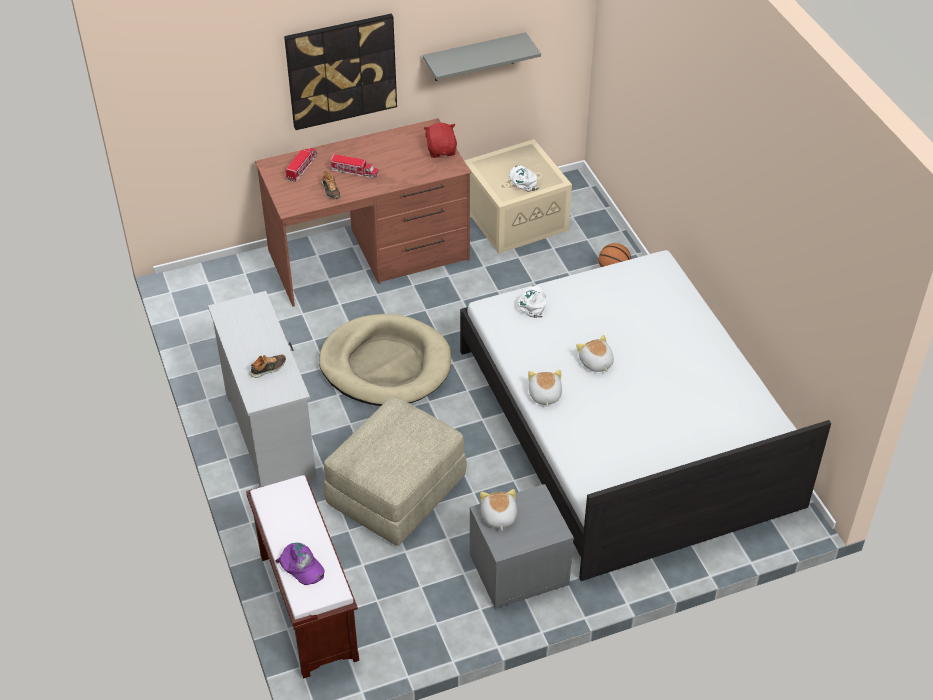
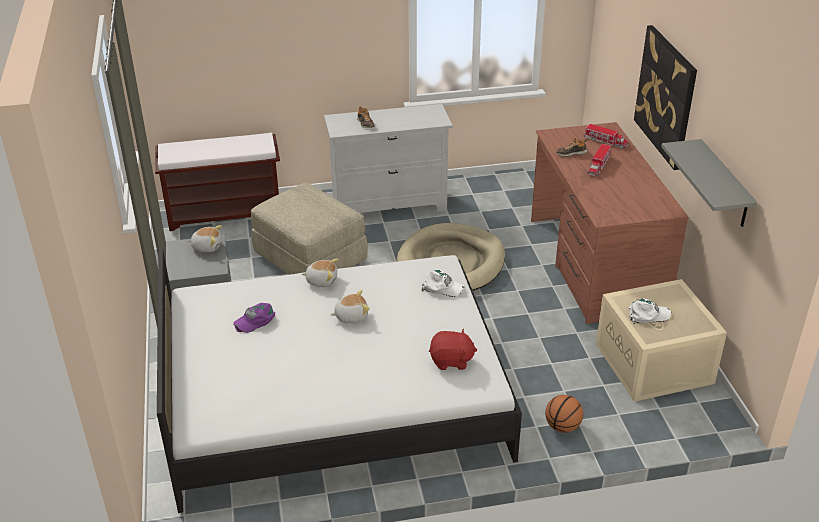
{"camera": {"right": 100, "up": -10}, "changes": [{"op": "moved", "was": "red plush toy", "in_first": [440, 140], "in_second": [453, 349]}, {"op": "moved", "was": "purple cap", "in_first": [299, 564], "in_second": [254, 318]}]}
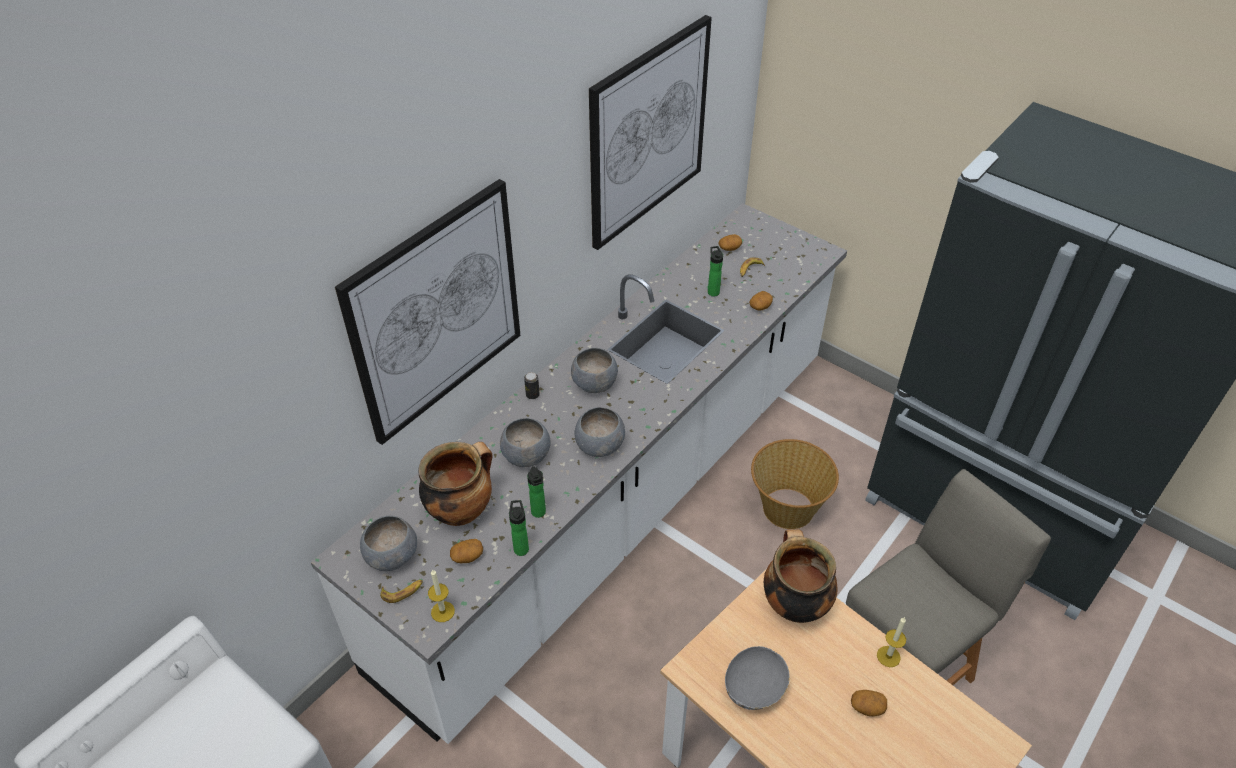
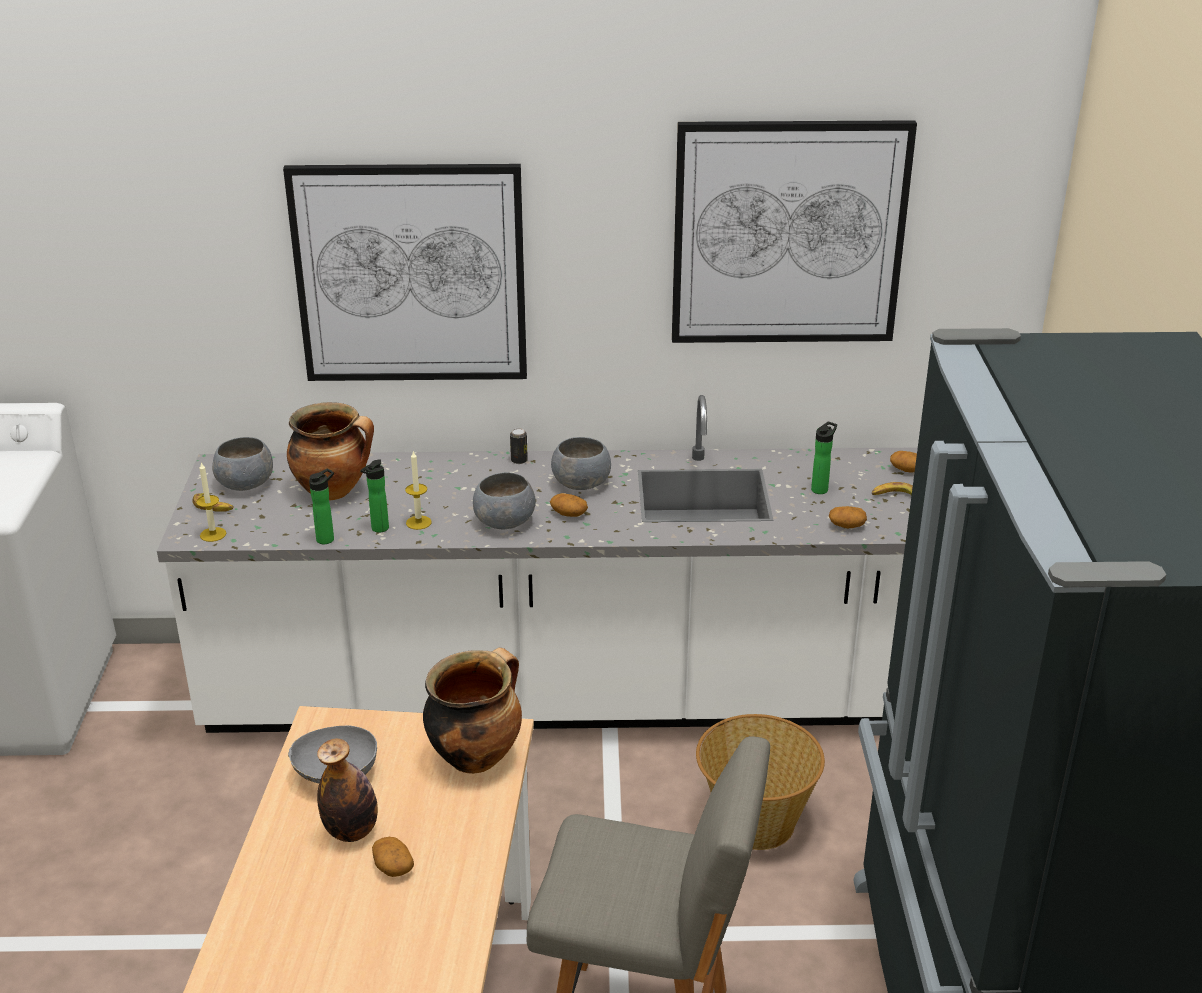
{"camera": {"right": 50, "up": -15}, "changes": [{"op": "removed", "was": "grey bowl", "in_first": [525, 442]}, {"op": "moved", "was": "potato", "in_first": [466, 551], "in_second": [569, 505]}, {"op": "moved", "was": "candle", "in_first": [891, 642], "in_second": [418, 490]}, {"op": "added", "now": "bottle", "in_second": [347, 790]}]}
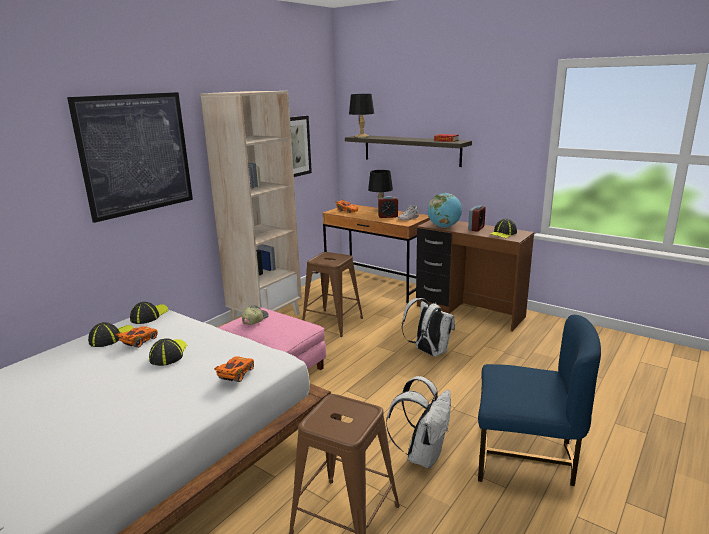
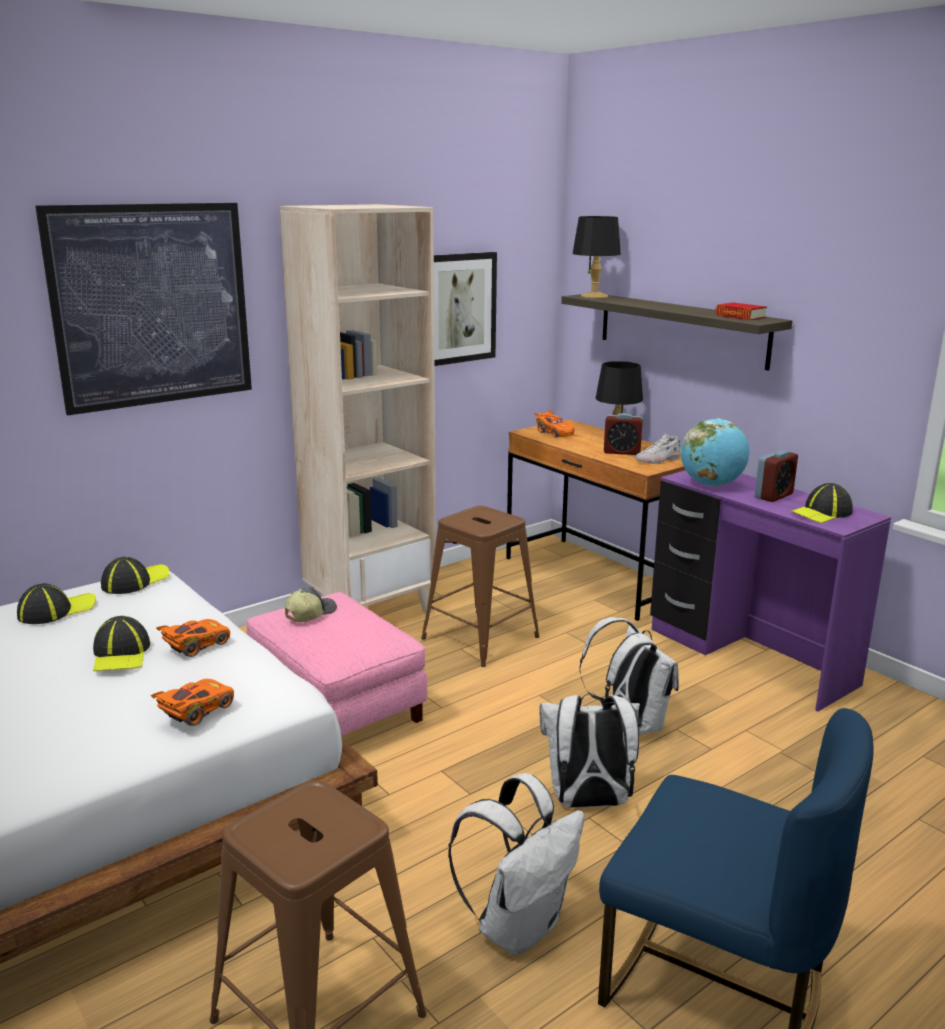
{"camera": {"right": 15, "up": 0}, "changes": [{"op": "recoloured", "was": "brown desk", "now": "purple desk", "in_first": [475, 276], "in_second": [770, 591]}, {"op": "moved", "was": "orange toy car", "in_first": [136, 337], "in_second": [193, 638]}, {"op": "turned", "was": "cap", "in_first": [168, 352], "in_second": [121, 643], "clockwise": 150}, {"op": "added", "now": "white backpack", "in_second": [589, 750]}]}
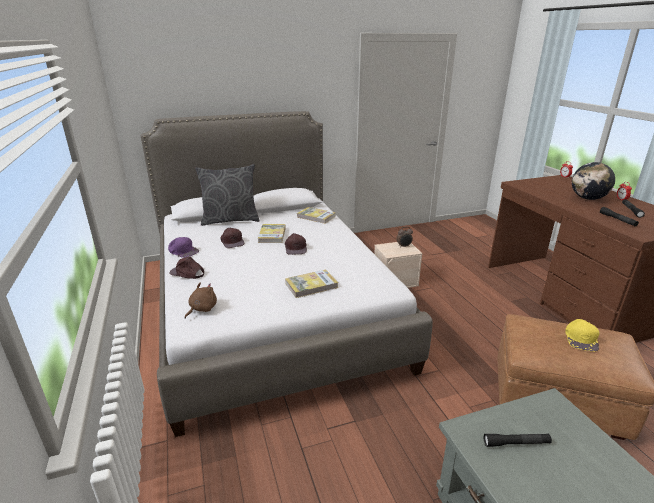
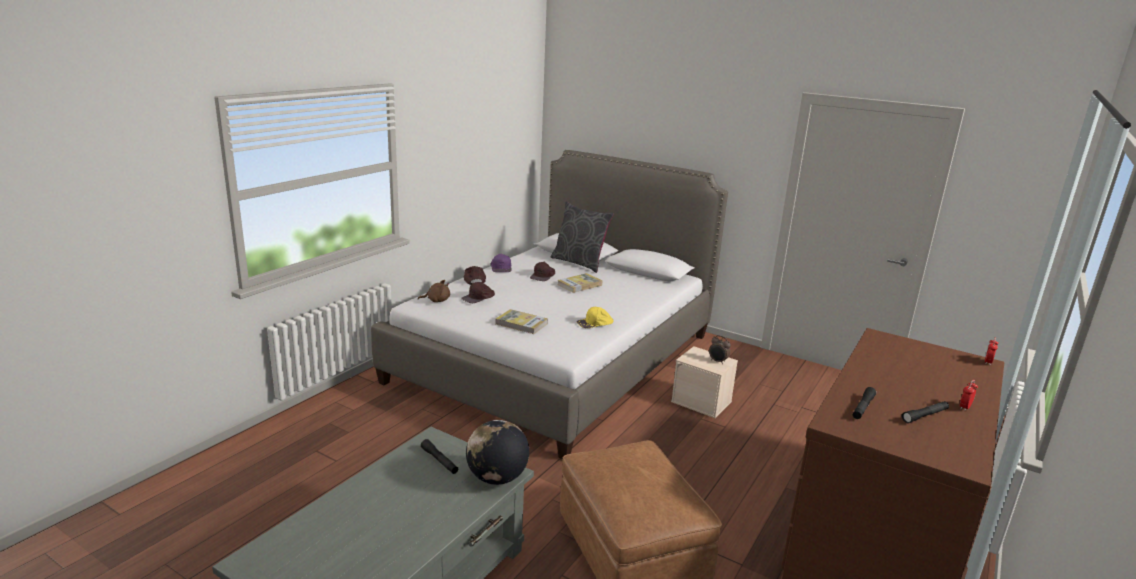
{"camera": {"right": 50, "up": -5}, "changes": [{"op": "moved", "was": "globe", "in_first": [593, 181], "in_second": [497, 452]}, {"op": "removed", "was": "book", "in_first": [316, 215]}, {"op": "moved", "was": "brown cap", "in_first": [296, 244], "in_second": [478, 292]}, {"op": "moved", "was": "yellow cap", "in_first": [582, 335], "in_second": [595, 317]}]}
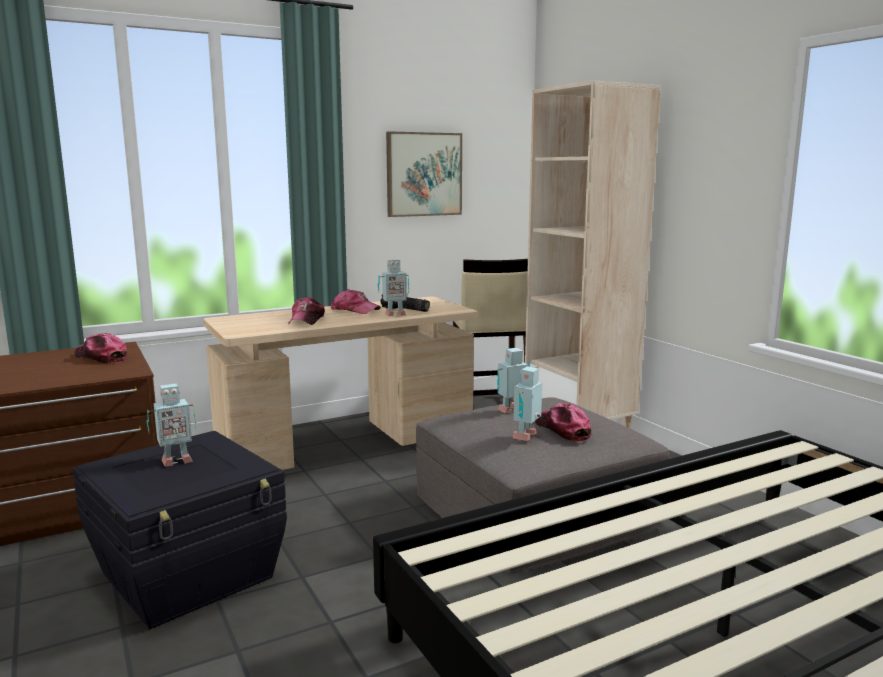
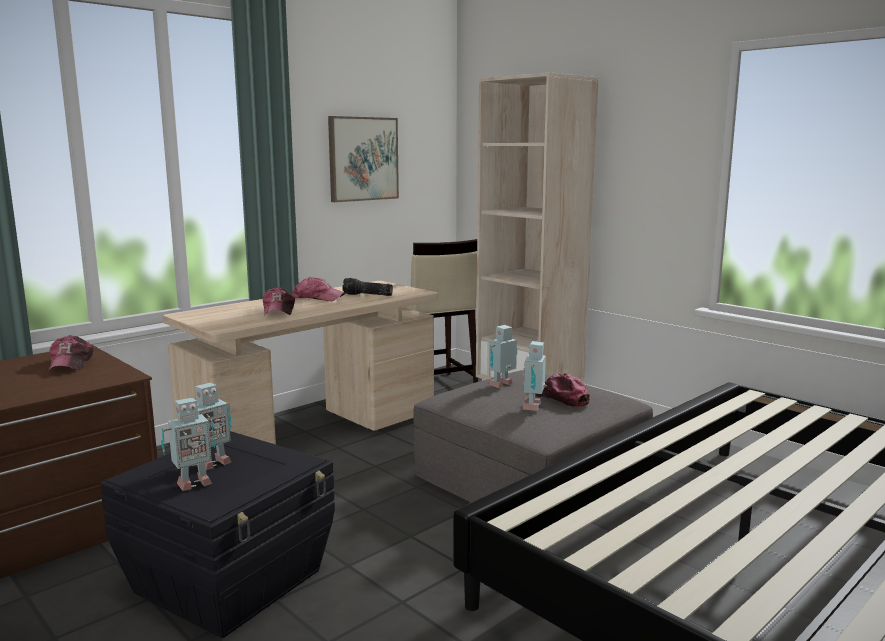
{"camera": {"right": -15, "up": 0}, "changes": [{"op": "moved", "was": "toy robot", "in_first": [393, 288], "in_second": [188, 444]}, {"op": "turned", "was": "cap", "in_first": [100, 348], "in_second": [70, 353], "clockwise": -120}]}
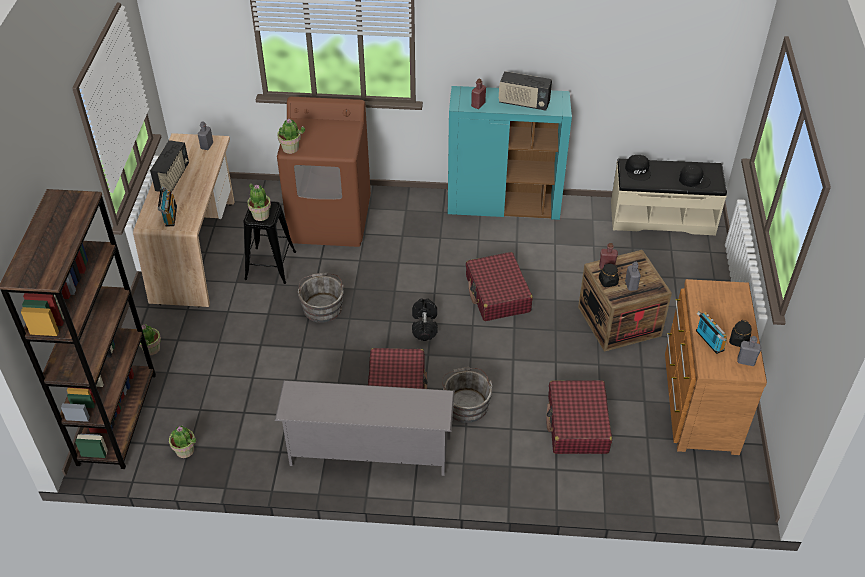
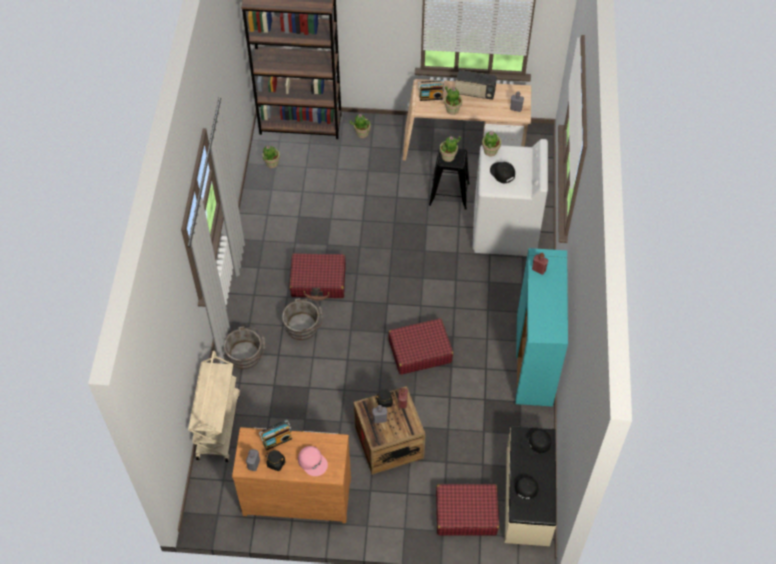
{"camera": {"right": 90, "up": 10}, "changes": [{"op": "removed", "was": "radio", "in_first": [525, 90]}, {"op": "recoloured", "was": "brown washing machine", "now": "white washing machine", "in_first": [324, 172], "in_second": [510, 197]}, {"op": "moved", "was": "grey bucket", "in_first": [321, 297], "in_second": [244, 348]}, {"op": "removed", "was": "black dumbbell", "in_first": [425, 319]}, {"op": "removed", "was": "grey shoe rack", "in_first": [365, 428]}, {"op": "moved", "was": "red suitcase", "in_first": [579, 417], "in_second": [467, 509]}, {"op": "added", "now": "potted plant", "in_second": [453, 100]}, {"op": "added", "now": "black cap", "in_second": [502, 172]}, {"op": "added", "now": "beige cart", "in_second": [214, 406]}, {"op": "added", "now": "pink cap", "in_second": [313, 461]}]}
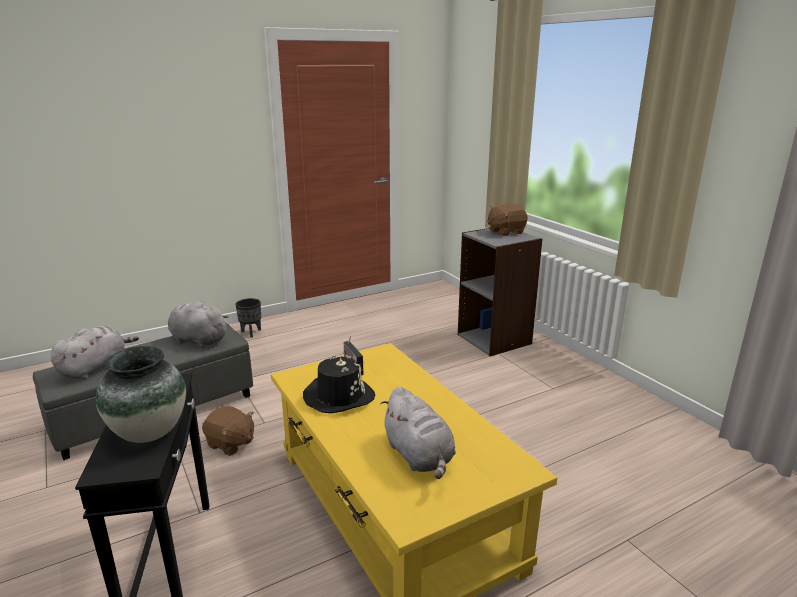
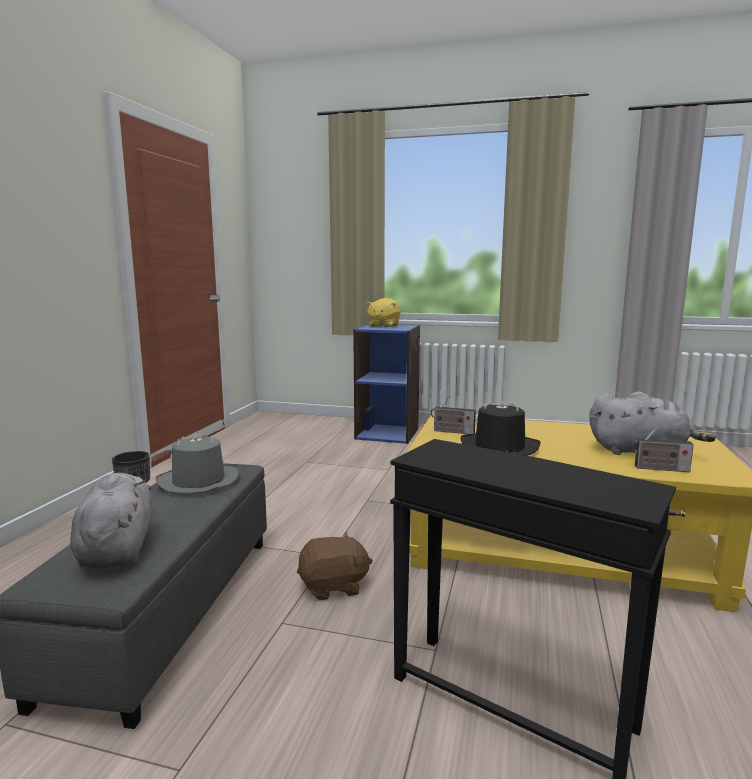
{"camera": {"right": -45, "up": -10}, "changes": [{"op": "recoloured", "was": "brown plush toy", "now": "yellow plush toy", "in_first": [508, 220], "in_second": [383, 312]}, {"op": "recoloured", "was": "grey bookcase", "now": "blue bookcase", "in_first": [500, 292], "in_second": [386, 384]}, {"op": "replaced", "was": "grey plush toy", "now": "grey hat", "in_first": [198, 324], "in_second": [198, 463]}, {"op": "removed", "was": "vase", "in_first": [141, 394]}, {"op": "added", "now": "radio", "in_second": [663, 448]}]}
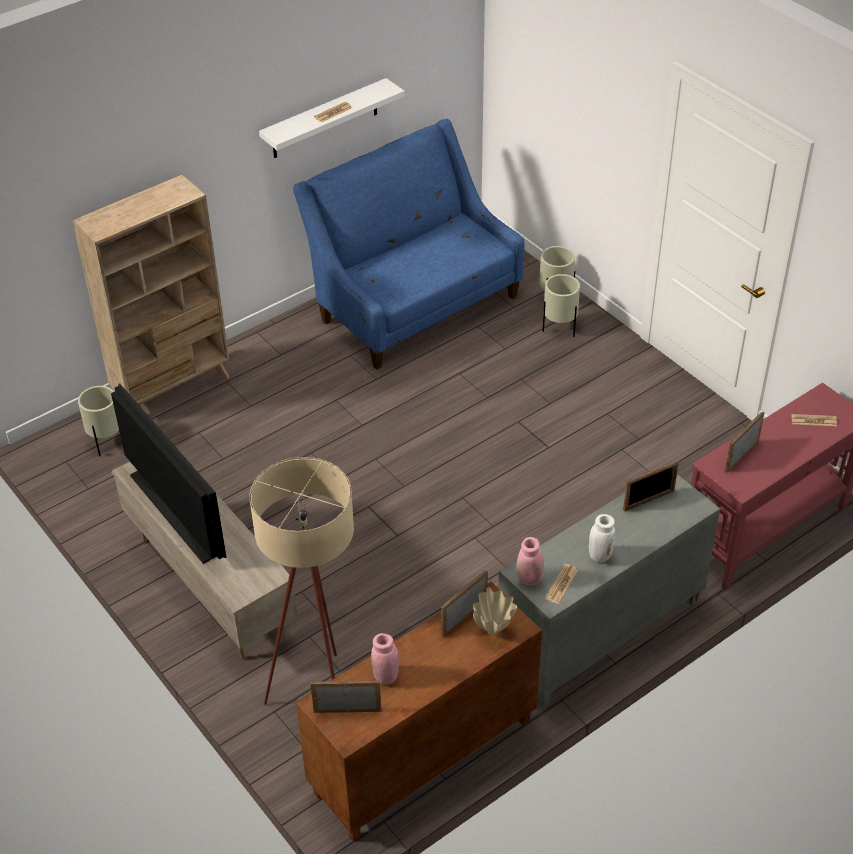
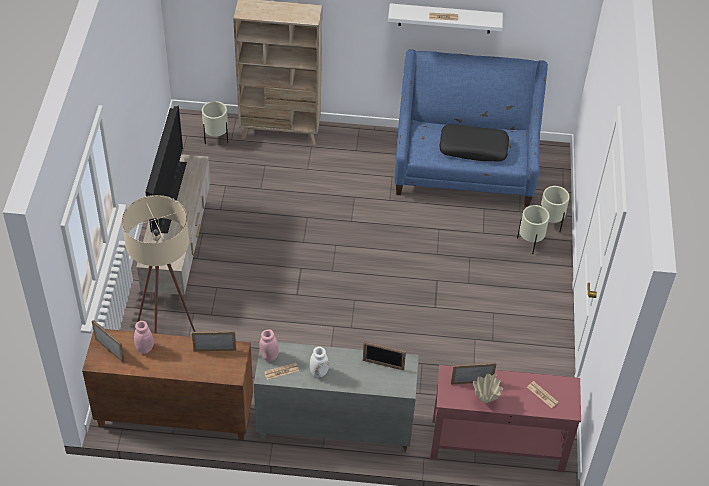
{"camera": {"right": 40, "up": 5}, "changes": [{"op": "moved", "was": "beige vase", "in_first": [495, 611], "in_second": [488, 388]}, {"op": "added", "now": "black pillow", "in_second": [474, 143]}]}
